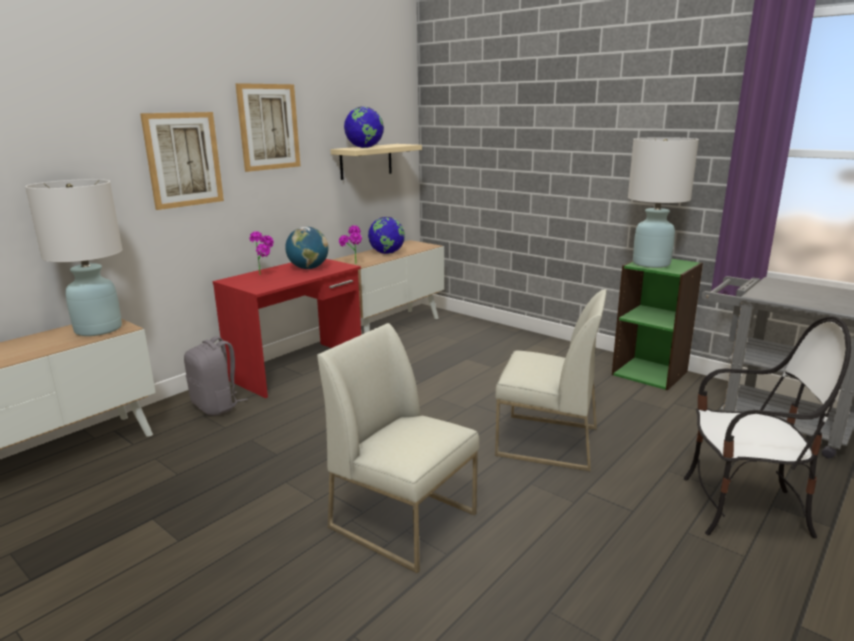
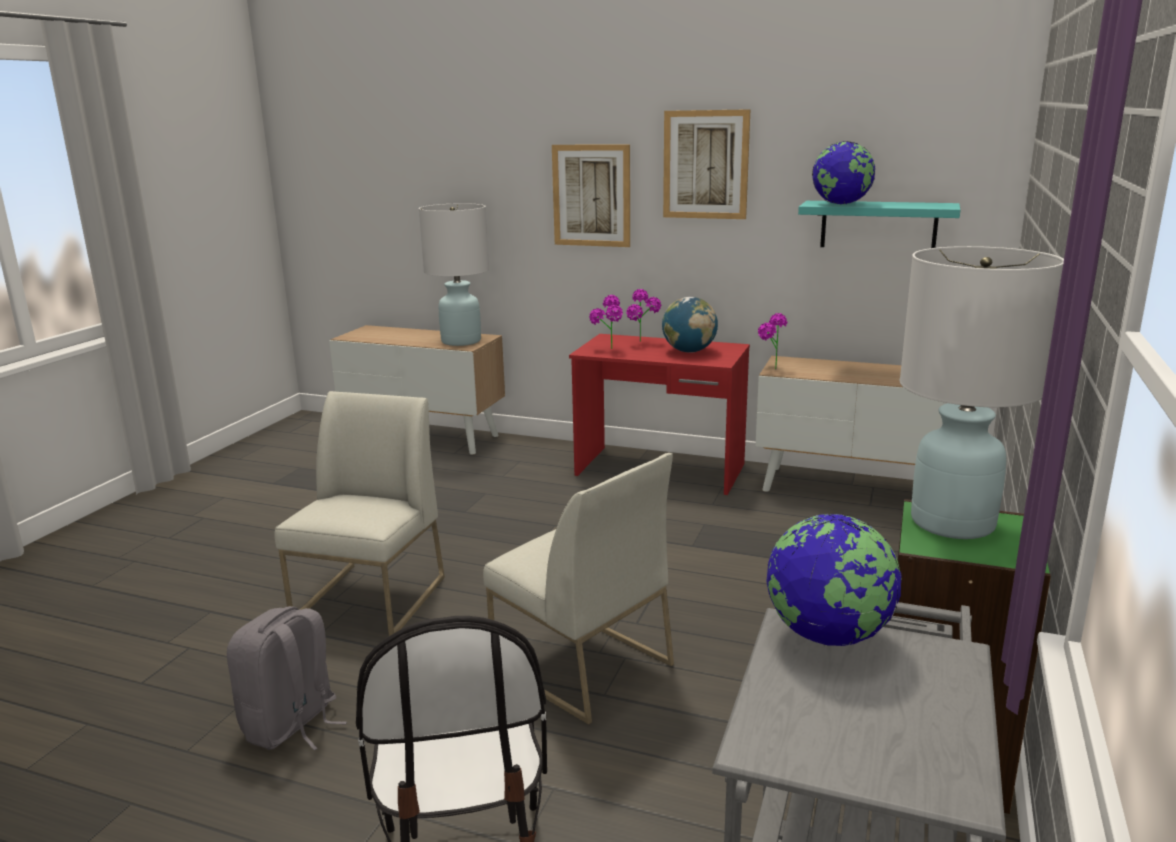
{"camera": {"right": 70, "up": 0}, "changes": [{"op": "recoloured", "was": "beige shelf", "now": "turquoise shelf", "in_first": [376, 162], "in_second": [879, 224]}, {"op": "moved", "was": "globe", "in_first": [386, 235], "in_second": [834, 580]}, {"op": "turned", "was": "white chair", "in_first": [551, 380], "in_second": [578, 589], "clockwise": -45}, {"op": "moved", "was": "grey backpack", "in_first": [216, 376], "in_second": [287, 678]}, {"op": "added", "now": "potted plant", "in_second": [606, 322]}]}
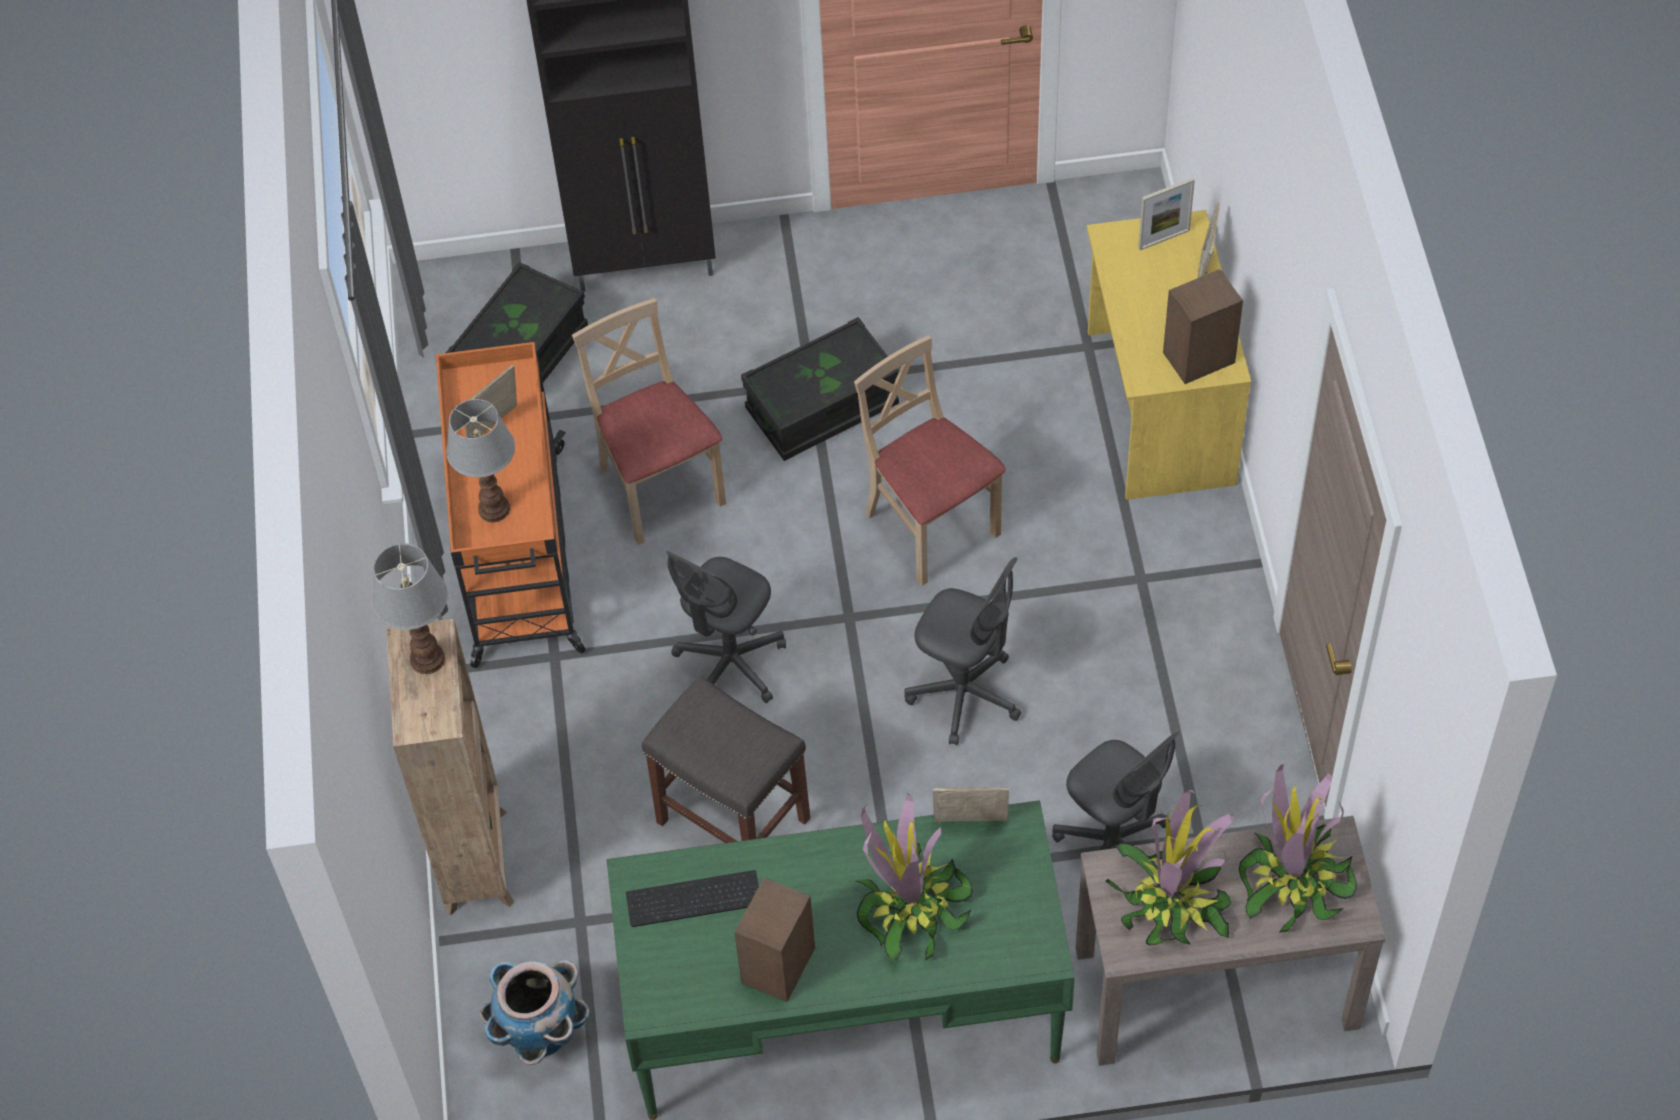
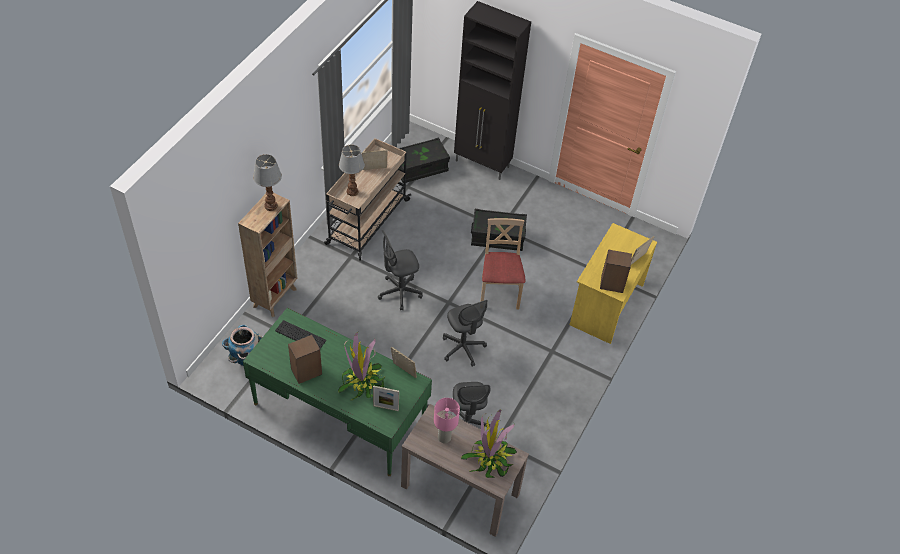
{"camera": {"right": 30, "up": -5}, "changes": [{"op": "moved", "was": "picture frame", "in_first": [1166, 214], "in_second": [386, 398]}, {"op": "removed", "was": "beige chair", "in_first": [649, 421]}, {"op": "recoloured", "was": "orange cart", "now": "beige cart", "in_first": [510, 505], "in_second": [367, 199]}, {"op": "removed", "was": "grey stool", "in_first": [726, 759]}, {"op": "replaced", "was": "potted plant", "now": "pink table lamp", "in_first": [1170, 868], "in_second": [447, 420]}]}
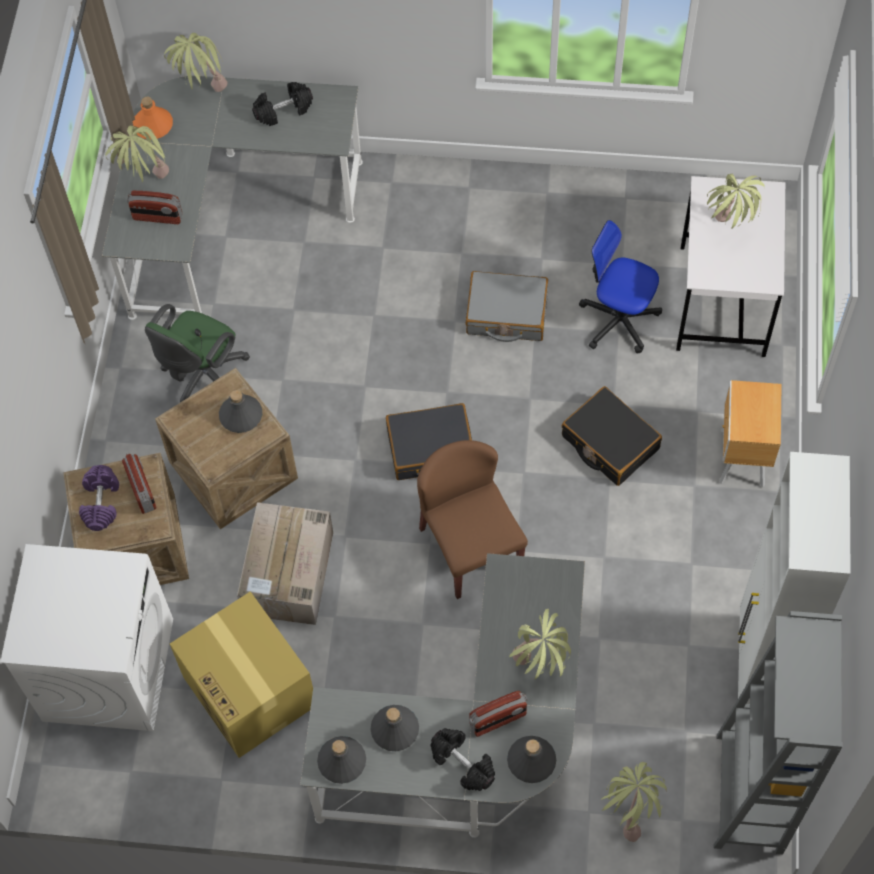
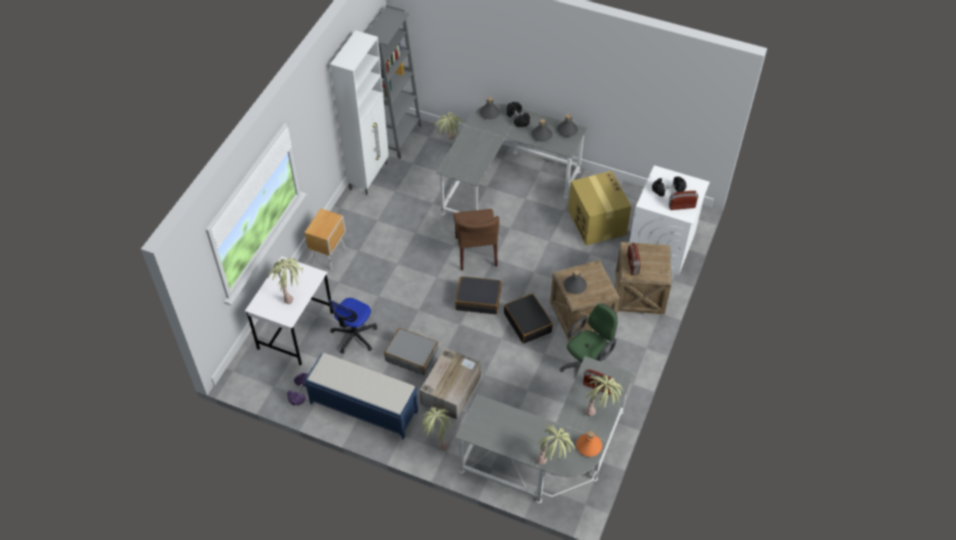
{"camera": {"right": -165, "up": -10}, "changes": [{"op": "moved", "was": "black dumbbell", "in_first": [282, 104], "in_second": [669, 187]}, {"op": "turned", "was": "office chair", "in_first": [620, 286], "in_second": [352, 326], "clockwise": 75}, {"op": "moved", "was": "black suitcase", "in_first": [612, 436], "in_second": [528, 319]}, {"op": "moved", "was": "purple dumbbell", "in_first": [99, 498], "in_second": [297, 389]}, {"op": "moved", "was": "cardboard box", "in_first": [285, 563], "in_second": [450, 384]}, {"op": "moved", "was": "potted plant", "in_first": [540, 644], "in_second": [437, 428]}, {"op": "moved", "was": "radio", "in_first": [498, 714], "in_second": [683, 200]}, {"op": "added", "now": "blue bench", "in_second": [361, 396]}]}
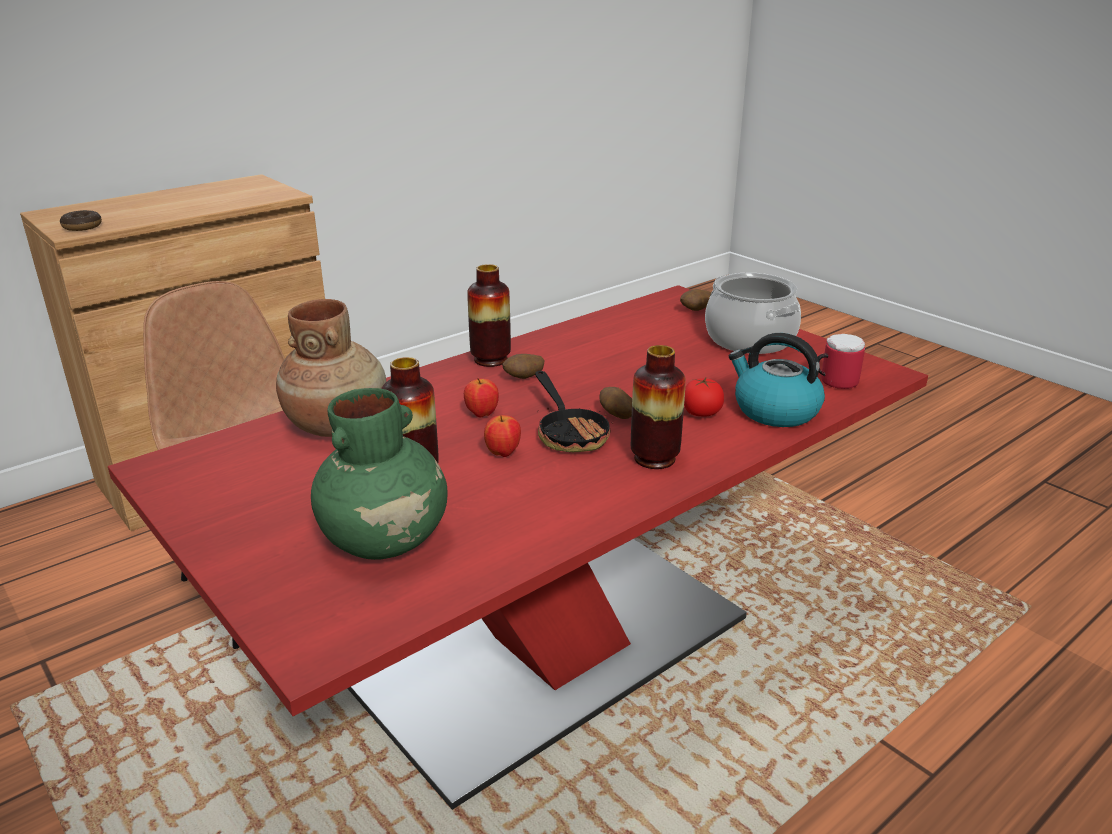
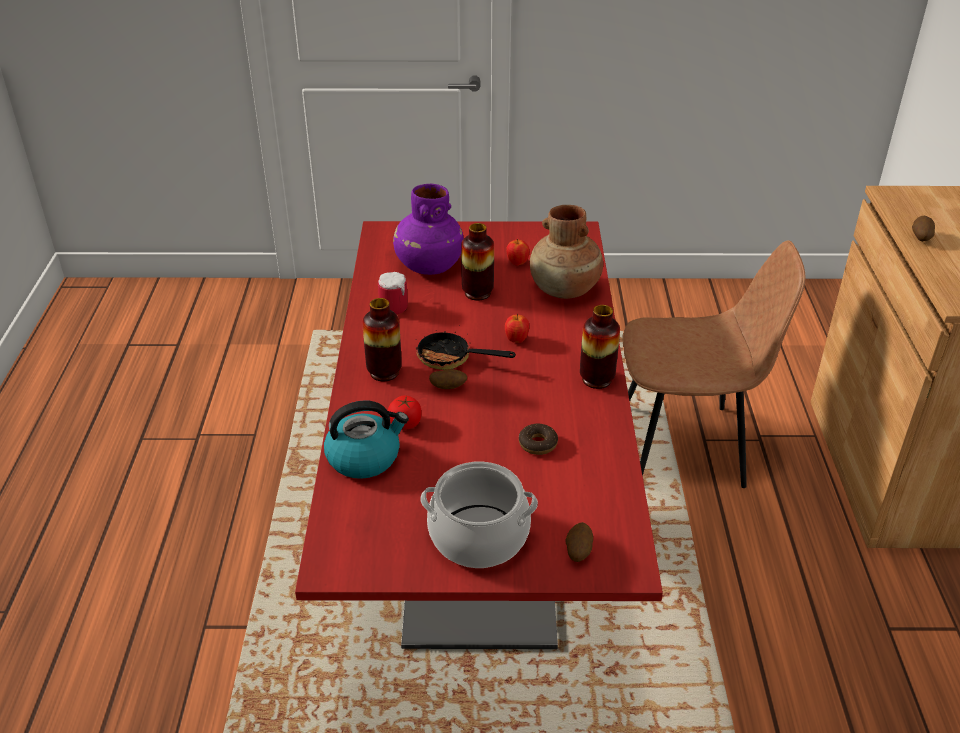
{"camera": {"right": 130, "up": 10}, "changes": [{"op": "moved", "was": "donut", "in_first": [81, 220], "in_second": [538, 439]}, {"op": "moved", "was": "mug", "in_first": [841, 361], "in_second": [393, 293]}, {"op": "moved", "was": "potato", "in_first": [523, 366], "in_second": [923, 228]}, {"op": "recoloured", "was": "green vase", "now": "purple vase", "in_first": [379, 474], "in_second": [428, 229]}, {"op": "moved", "was": "apple", "in_first": [502, 436], "in_second": [518, 252]}]}
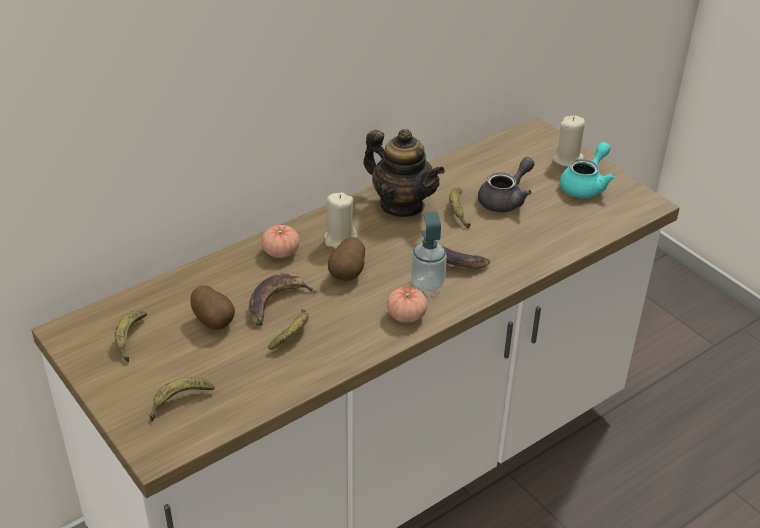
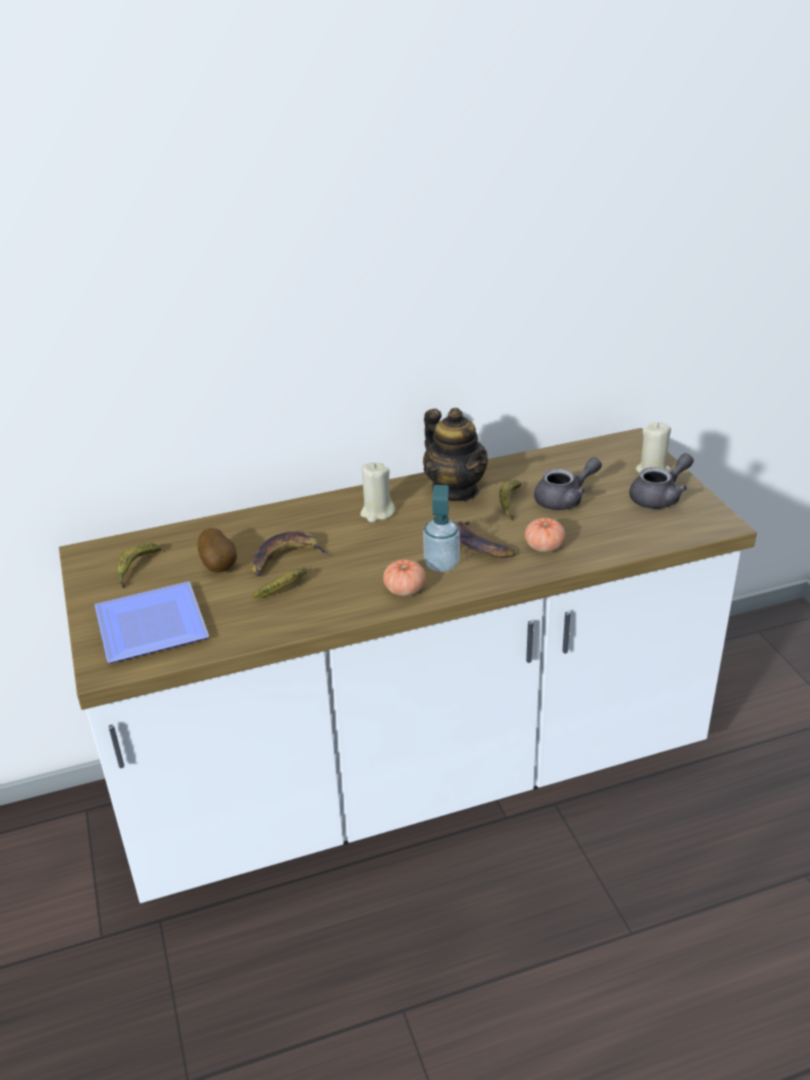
{"camera": {"right": 20, "up": -5}, "changes": [{"op": "recoloured", "was": "turquoise teapot", "now": "grey teapot", "in_first": [588, 170], "in_second": [661, 481]}, {"op": "moved", "was": "tomato", "in_first": [280, 241], "in_second": [545, 535]}, {"op": "removed", "was": "potato", "in_first": [346, 259]}, {"op": "replaced", "was": "banana", "now": "plate", "in_first": [182, 399], "in_second": [152, 622]}]}
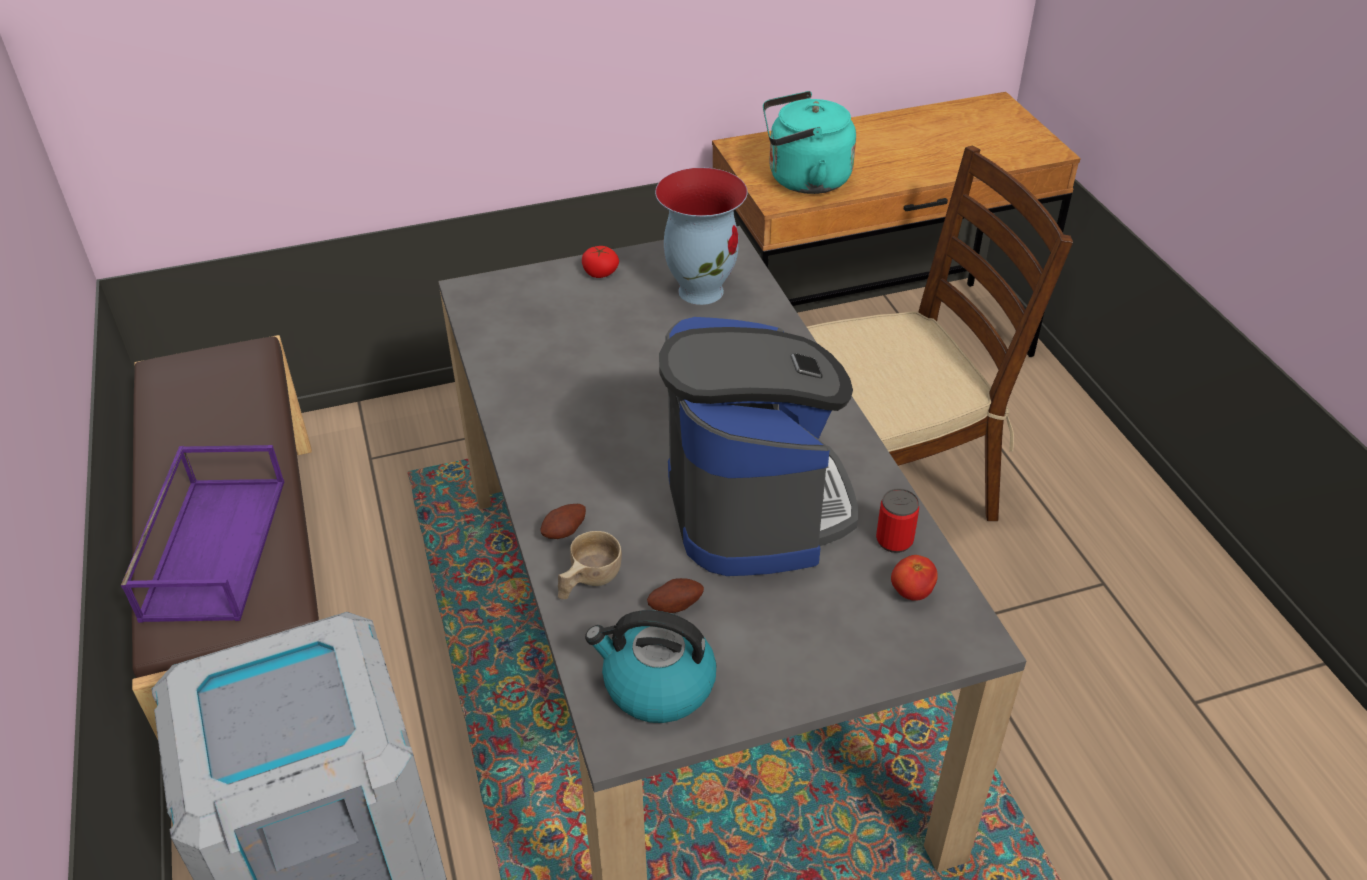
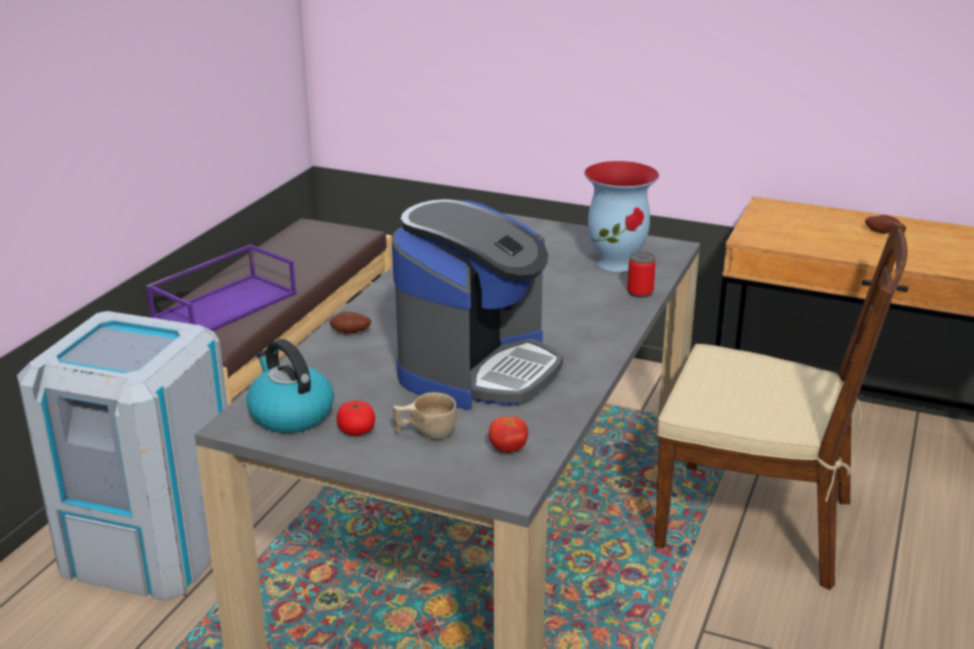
{"camera": {"right": 40, "up": -15}, "changes": [{"op": "removed", "was": "turquoise kettle", "in_first": [809, 142]}, {"op": "moved", "was": "tomato", "in_first": [600, 262], "in_second": [356, 418]}, {"op": "moved", "was": "can", "in_first": [897, 520], "in_second": [641, 275]}, {"op": "moved", "was": "beige cup", "in_first": [590, 565], "in_second": [425, 416]}, {"op": "moved", "was": "potato", "in_first": [675, 595], "in_second": [882, 224]}]}
